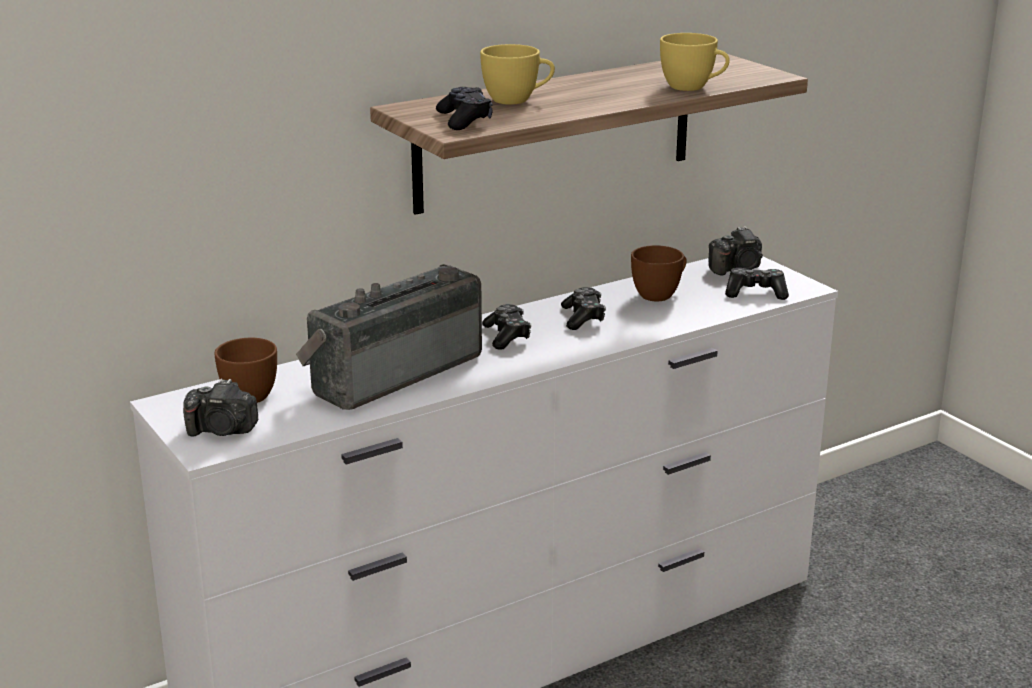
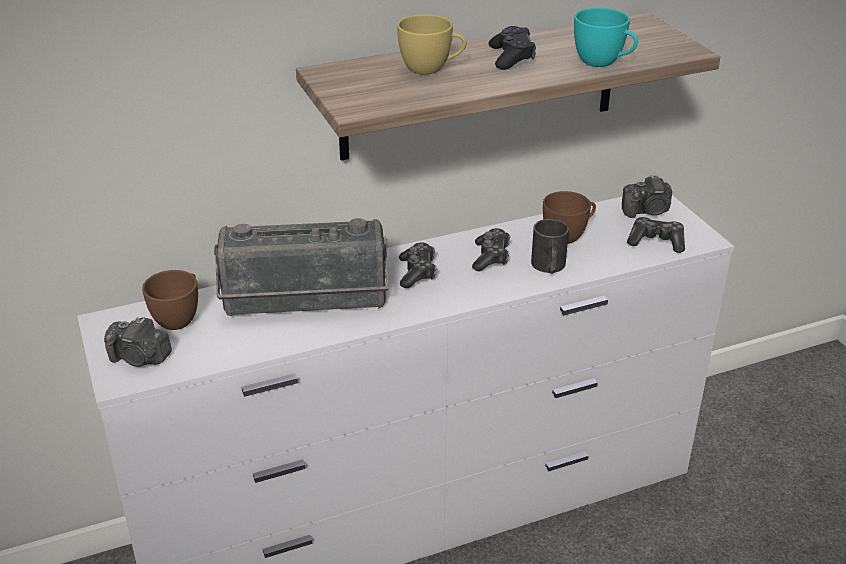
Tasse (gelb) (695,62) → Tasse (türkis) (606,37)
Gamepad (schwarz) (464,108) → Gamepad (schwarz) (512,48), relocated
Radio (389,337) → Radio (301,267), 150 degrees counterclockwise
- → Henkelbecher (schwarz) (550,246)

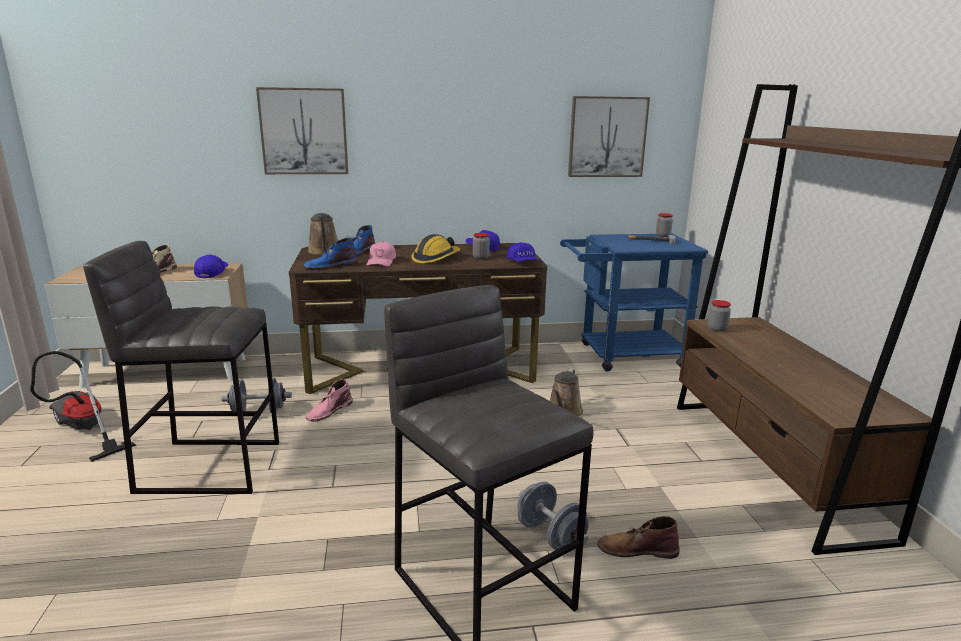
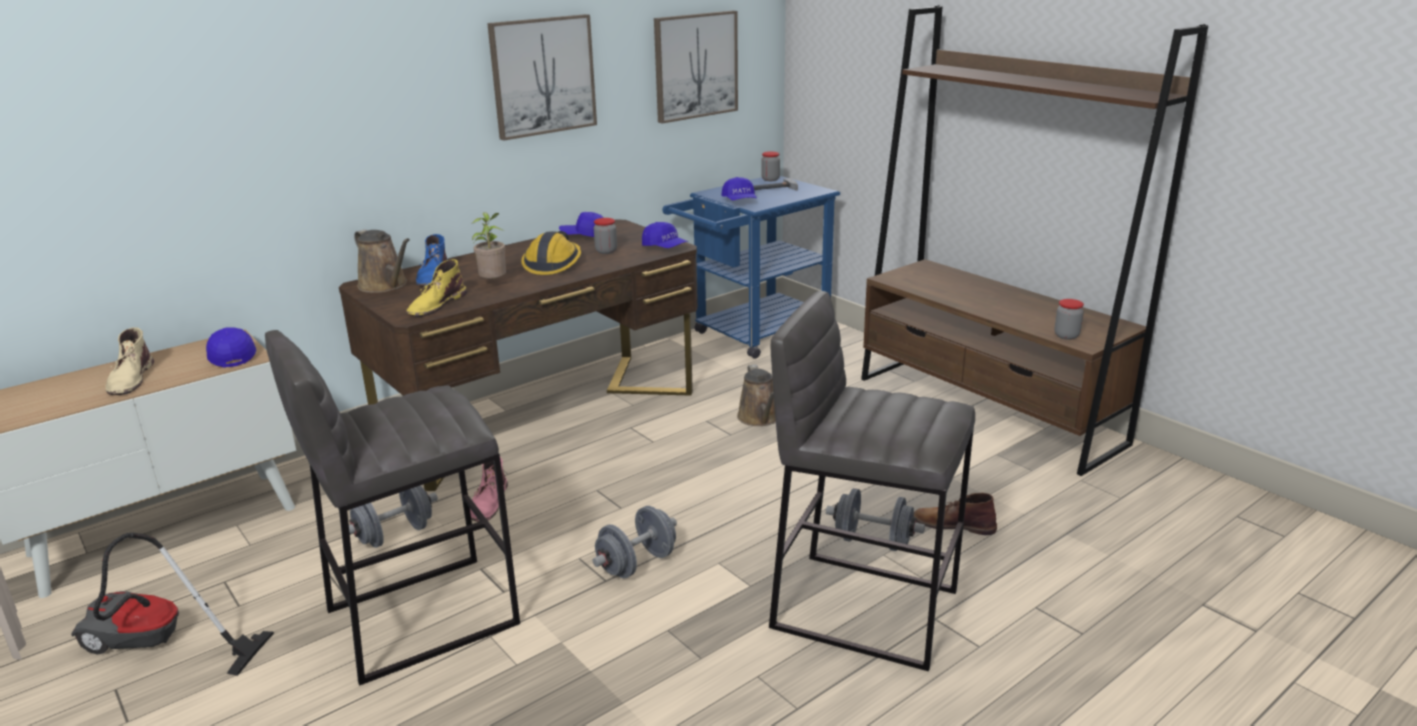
Bild (302,130) → Bild (542,77), relocated
Stiefel (blau) (331,254) → Stiefel (gelb) (436,288)
Kappe (rosa) (381,253) → Topfpflanze (488,245)
Vorratsglas (719,316) → Vorratsglas (1069,319), relocated
Stiefel (braun) (638,537) → Stiefel (braun) (955,514), 45 degrees clockwise
- → Kappe (blau) (739,188)
- → Hantel (grau) (634,542)

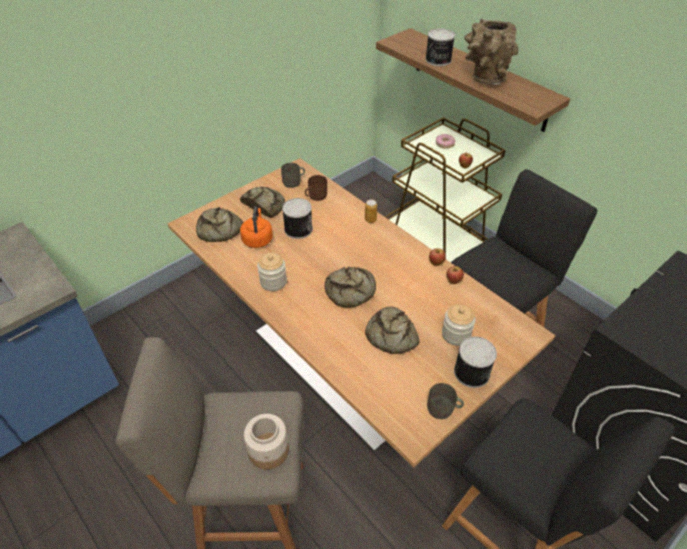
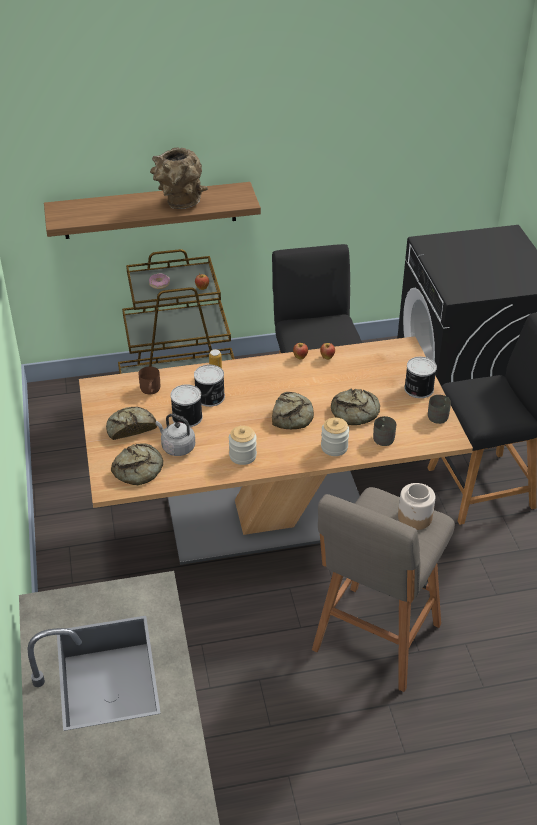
Dose (440,47) → Dose (209,386), relocated
Henkelbecher (grau) (293,175) → Henkelbecher (grau) (384,431), relocated
Wasserkessel (orange) (256,227) → Wasserkessel (grau) (175,435)
Vorratsglas (459,325) → Vorratsglas (335,436), relocated

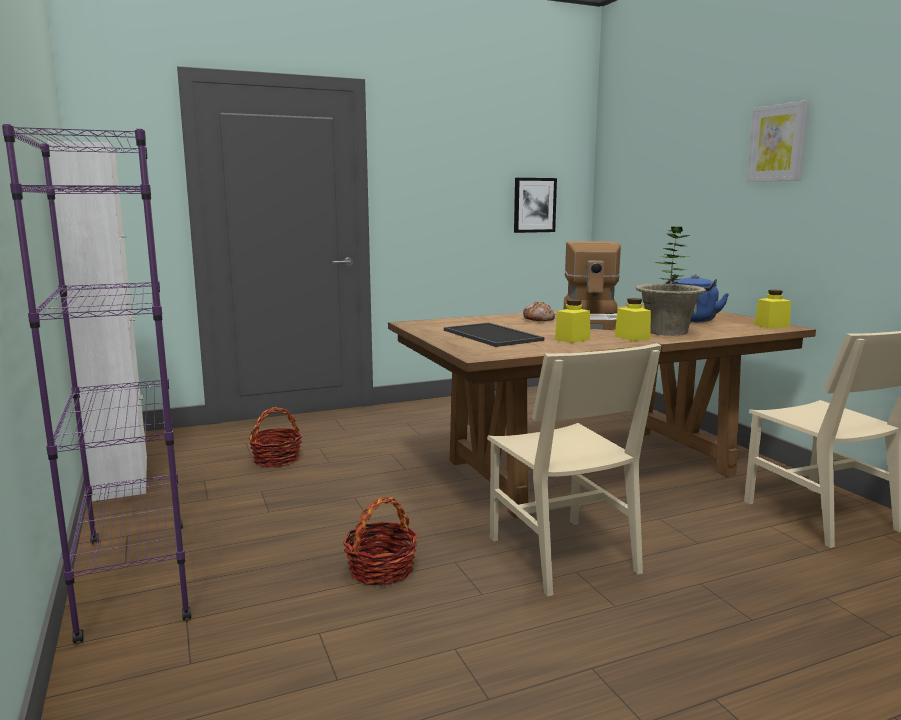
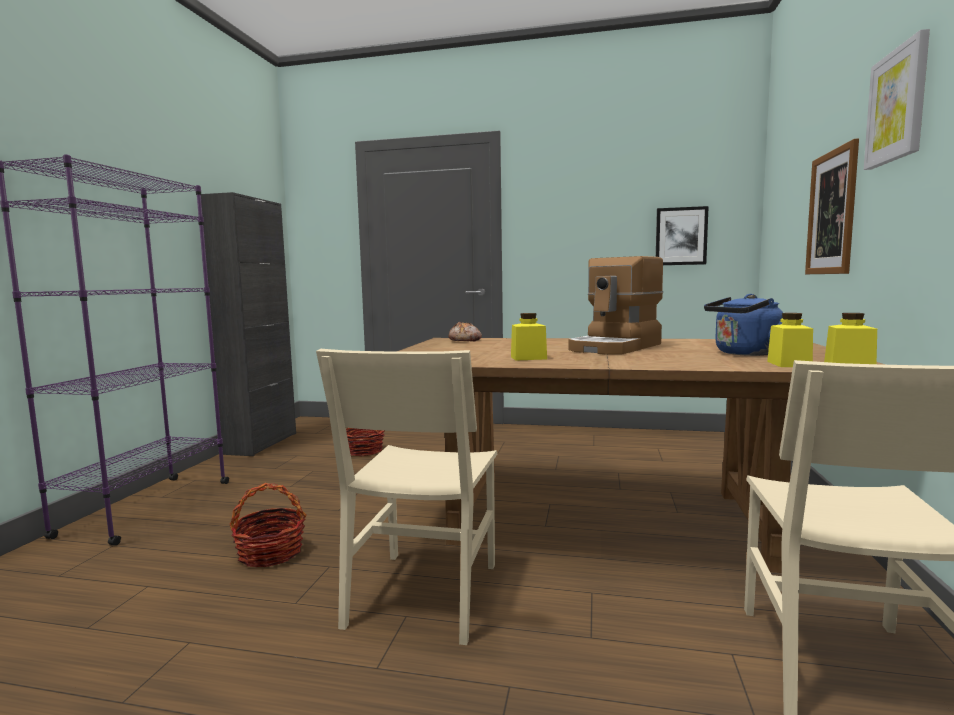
Schrank (weiß) (97,321) → Schrank (schwarz) (248,324)
Topfpflanze (671,281) → -
Vorratsglas (gelb) (633,319) → Vorratsglas (gelb) (790,340), relocated
Brot (539,311) → Brot (465,331), relocated
Tablett (494,335) → -
- → Bild (832,206)

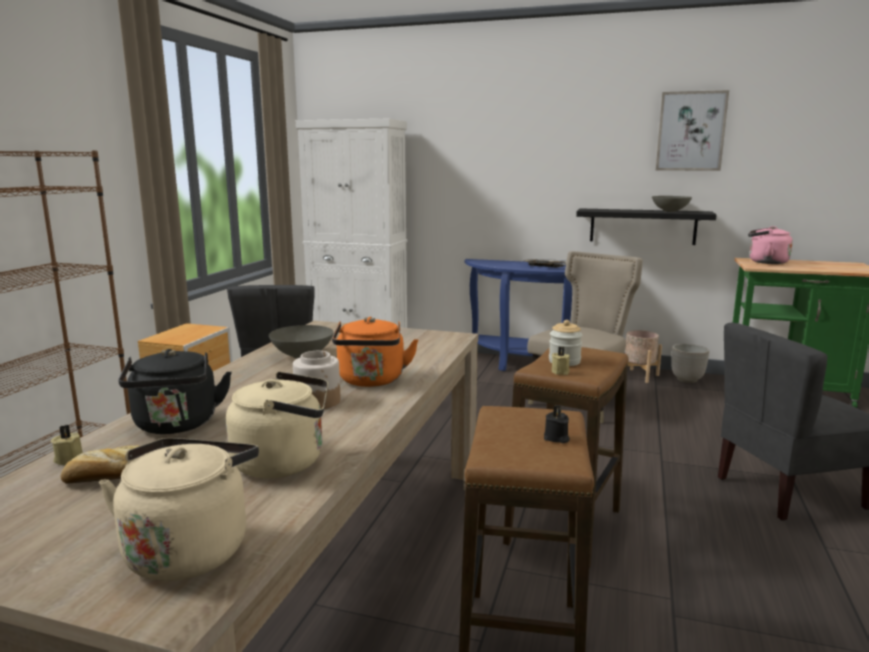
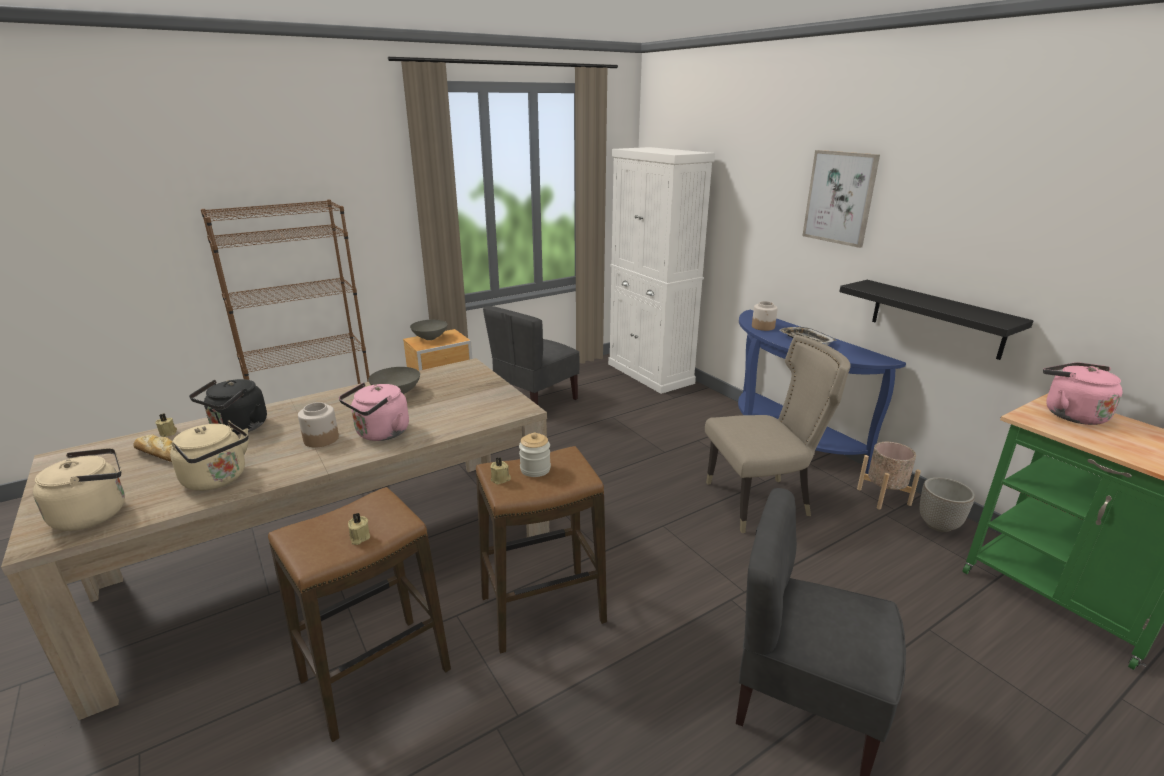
Bild (692,130) → Bild (841,199), relocated
Schüssel (grau) (672,204) → Schüssel (grau) (429,330), relocated
Wasserkessel (orange) (375,352) → Wasserkessel (rosa) (374,412)
Kerze (schwarz) (557,424) → Kerze (beige) (359,529)
- → Vorratsglas (765,316)

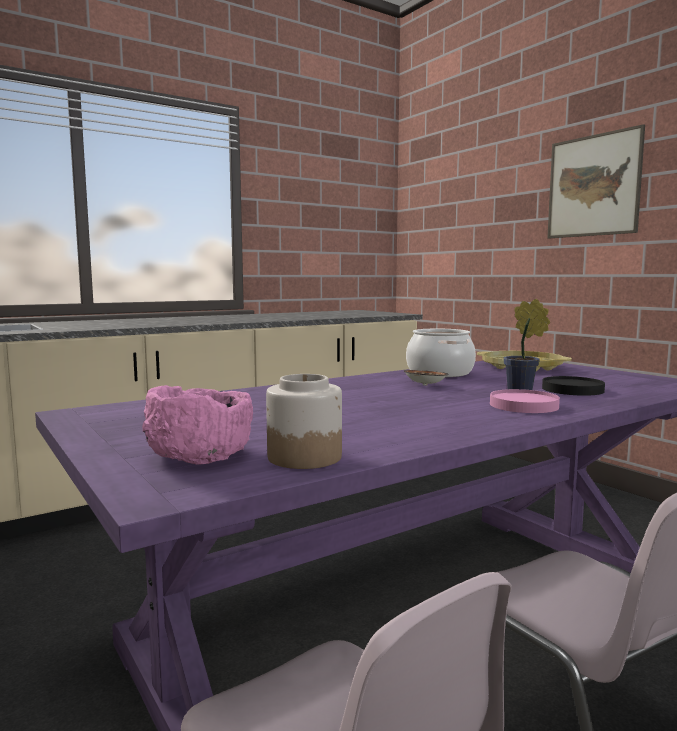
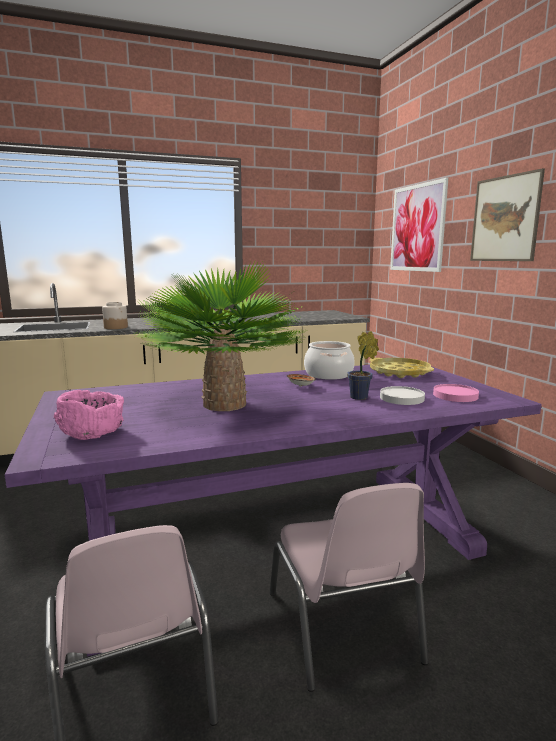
Vorratsglas (304,421) → Vorratsglas (115,315), relocated
Teller (schwarz) (573,386) → Teller (weiß) (402,395)
Teller (rosa) (525,401) → Teller (rosa) (456,393), relocated
- → Bild (419,225)
- → Topfpflanze (219,336)

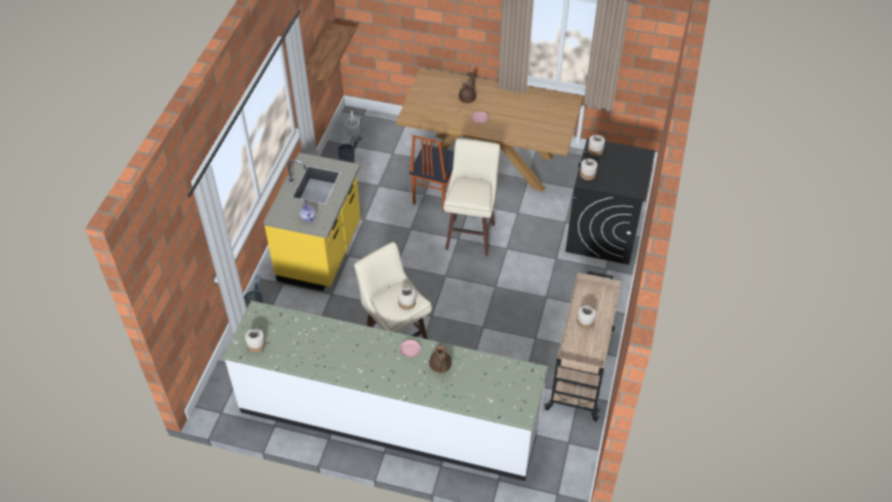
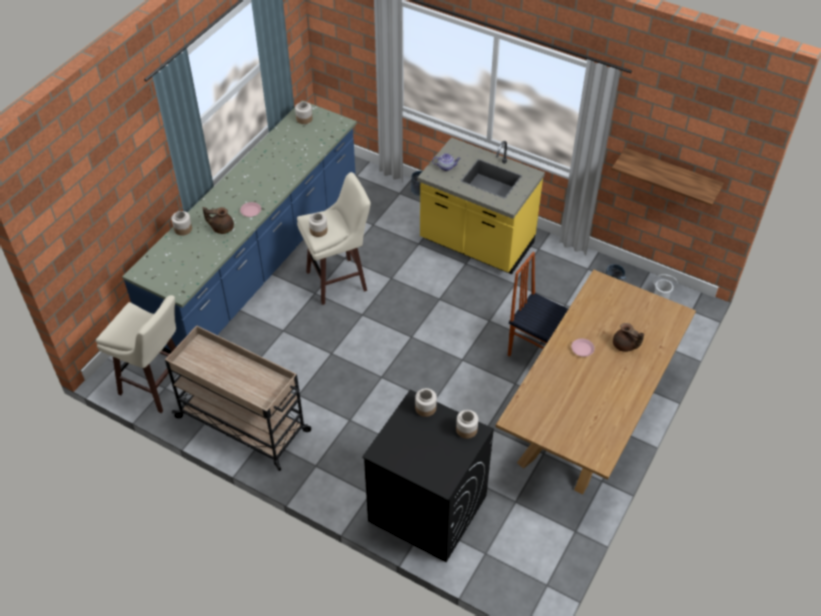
Hocker (beige) (471,197) → Hocker (beige) (136,354), relocated
Küchenzeile (weiß) (385,391) → Küchenzeile (blau) (239,227)
Vorratsglas (586,317) → Vorratsglas (181,223), relocated

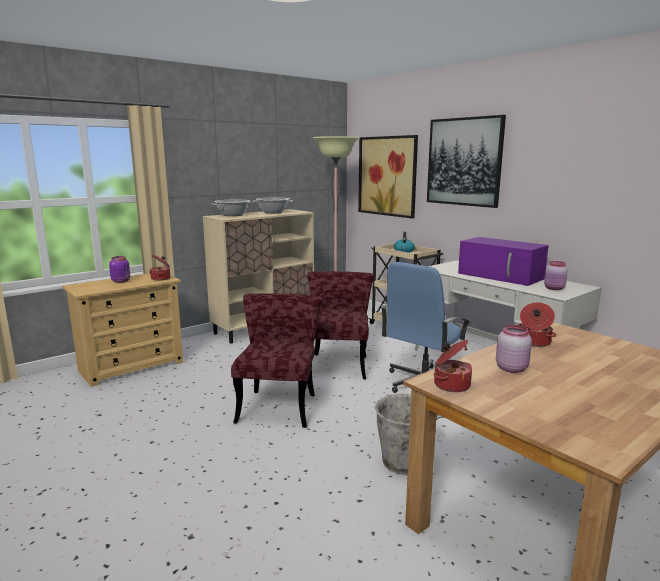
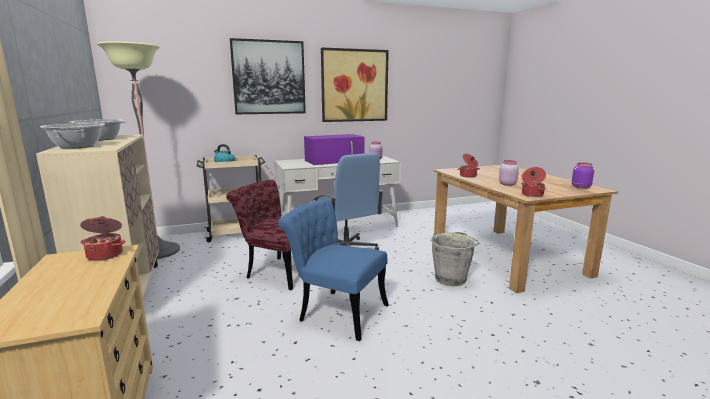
Bild (388,176) → Bild (355,85), relocated
Vorratsglas (lila) (119,269) → Vorratsglas (lila) (583,175), relocated
Stuhl (rot) (277,360) → Stuhl (blau) (333,269)

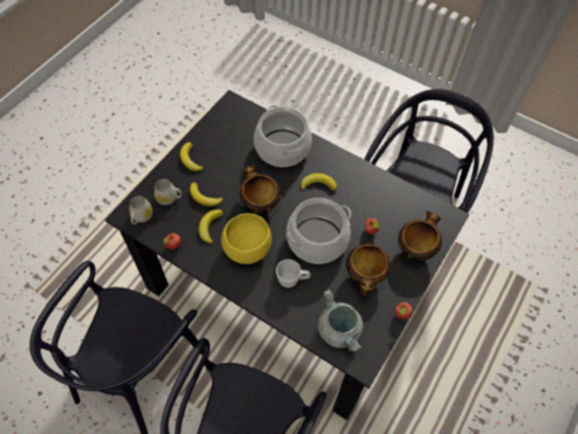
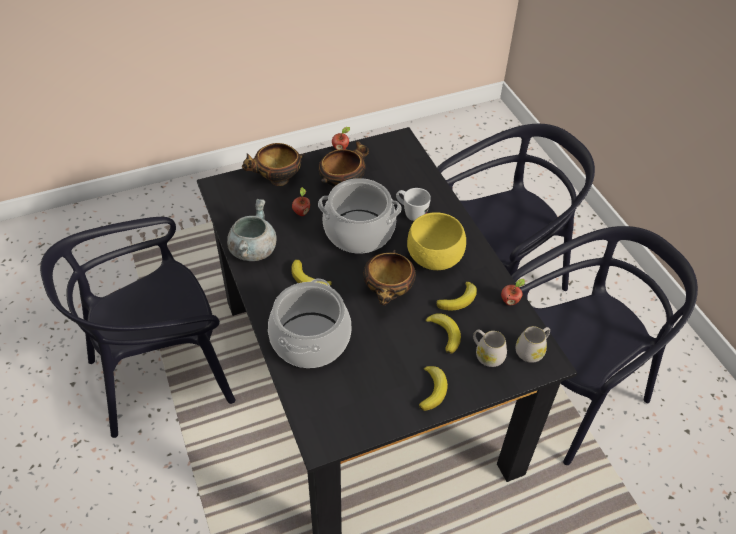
Kochtopf (grau) (340,321) → Kochtopf (grau) (252,230), relocated

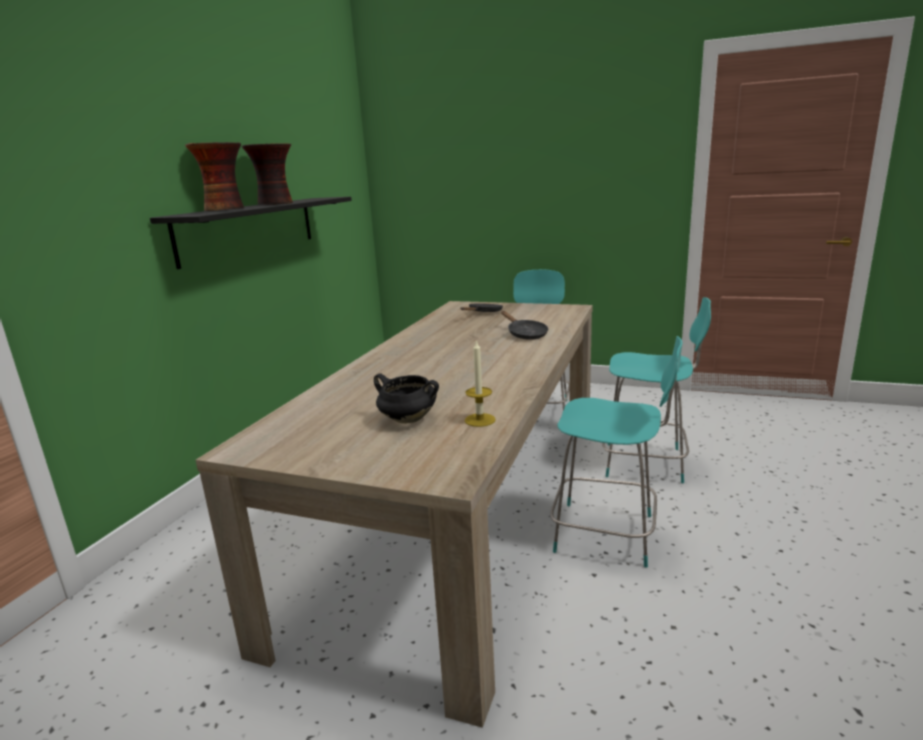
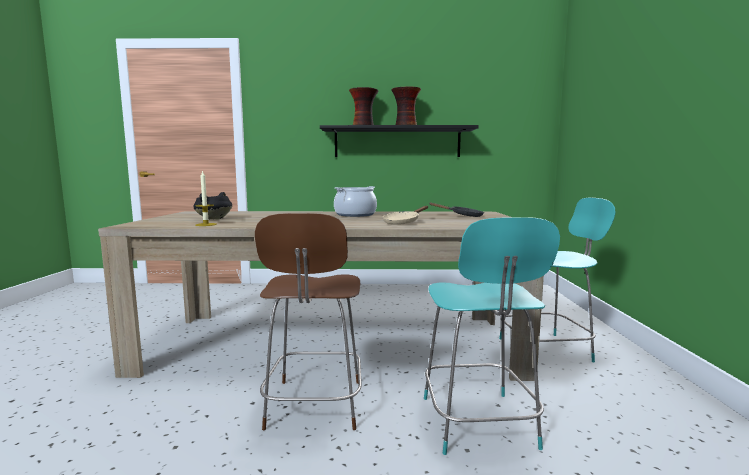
Pfanne (schwarz) (524,325) → Pfanne (beige) (405,215)
Stuhl (türkis) (616,451) → Stuhl (braun) (308,321)
- → Kochtopf (355,201)

